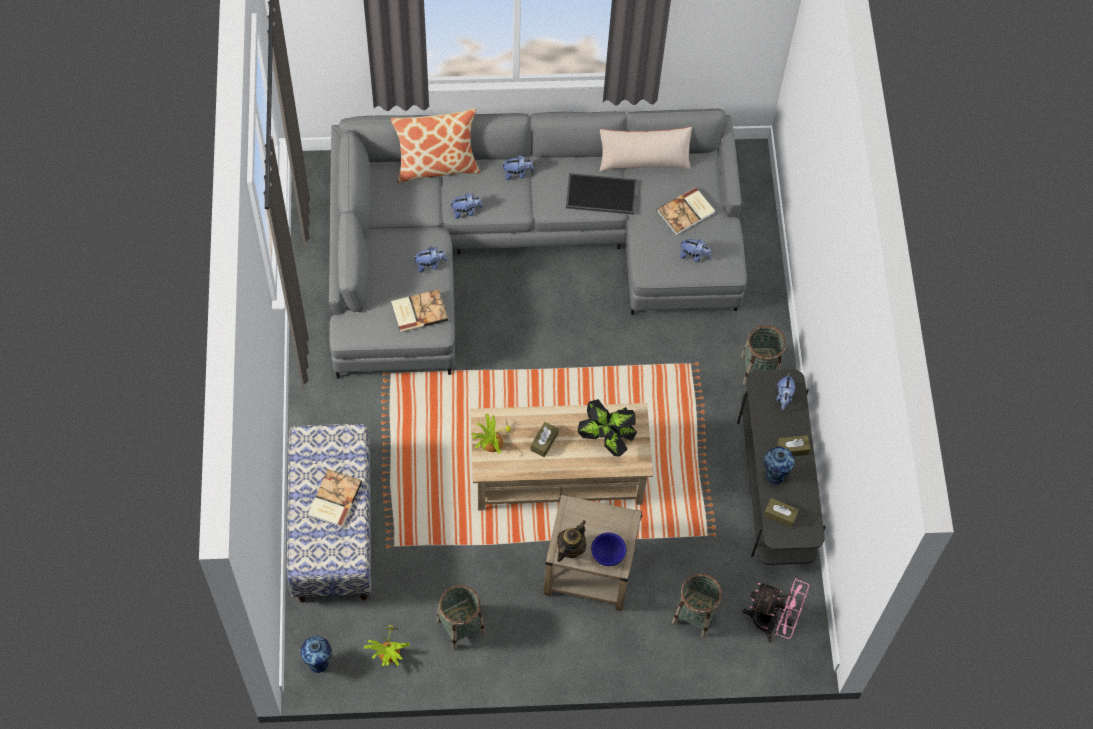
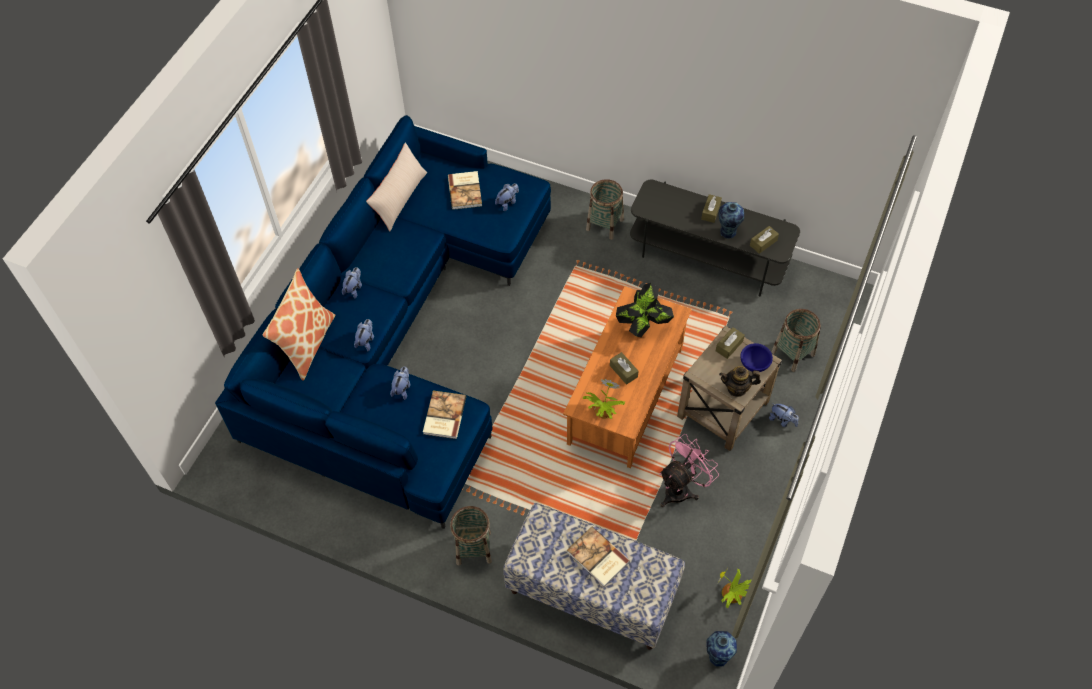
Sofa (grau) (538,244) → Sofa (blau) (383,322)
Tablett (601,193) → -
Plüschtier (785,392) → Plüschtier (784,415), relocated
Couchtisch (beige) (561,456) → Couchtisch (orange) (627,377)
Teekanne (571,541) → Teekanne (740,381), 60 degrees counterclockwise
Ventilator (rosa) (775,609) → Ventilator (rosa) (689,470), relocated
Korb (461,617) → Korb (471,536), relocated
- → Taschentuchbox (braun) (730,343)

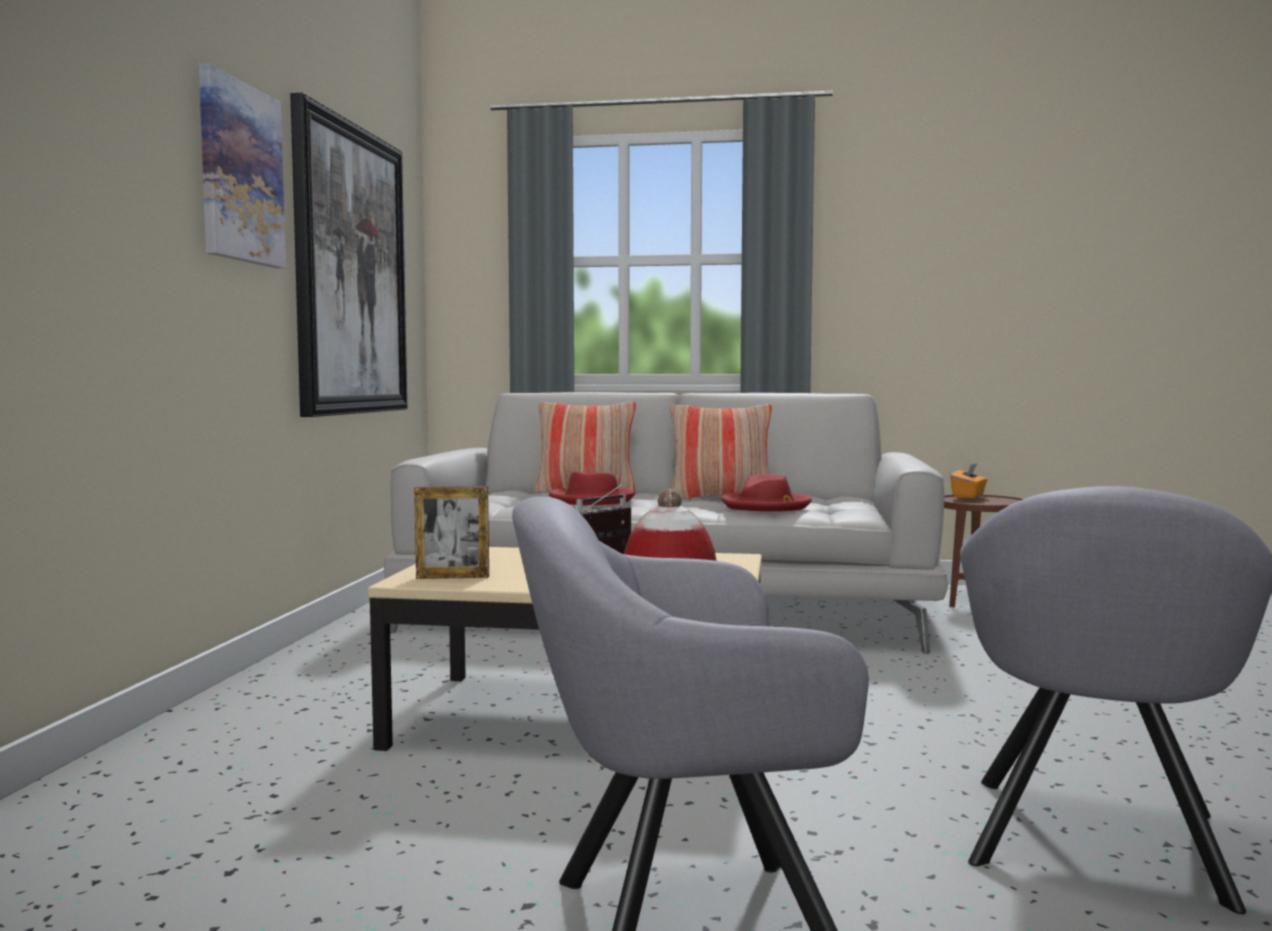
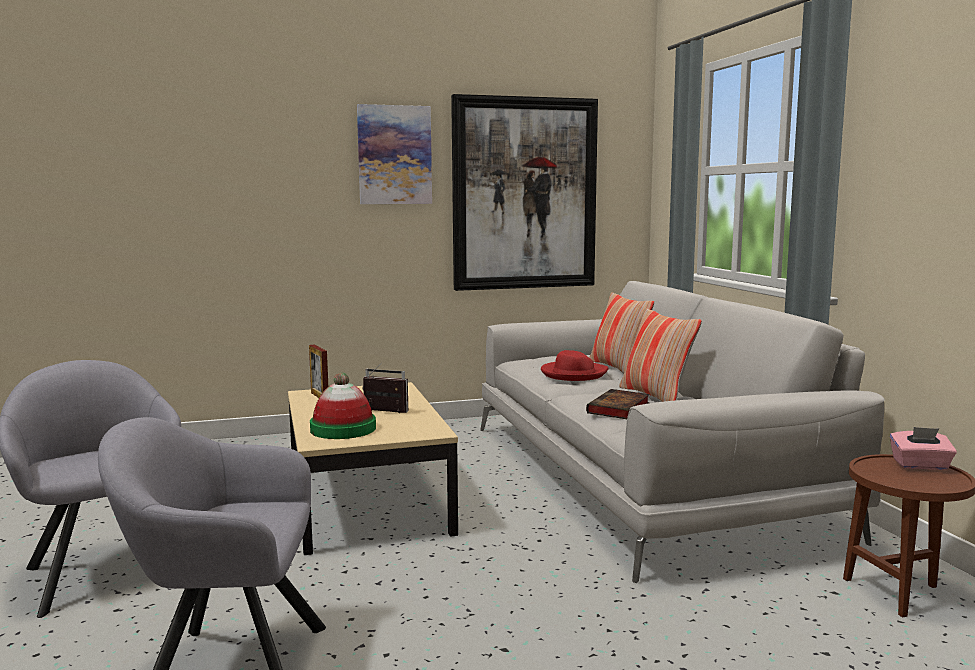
Taschentuchbox (orange) (969,481) → Taschentuchbox (rosa) (923,448)
Hut (rot) (766,493) → Buch (618,404)

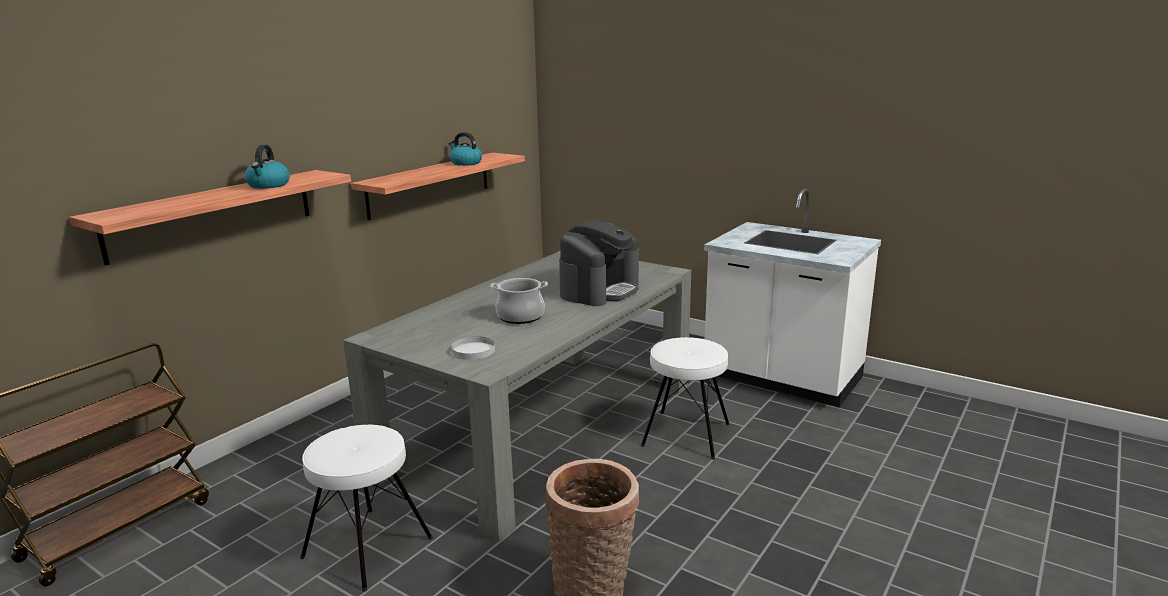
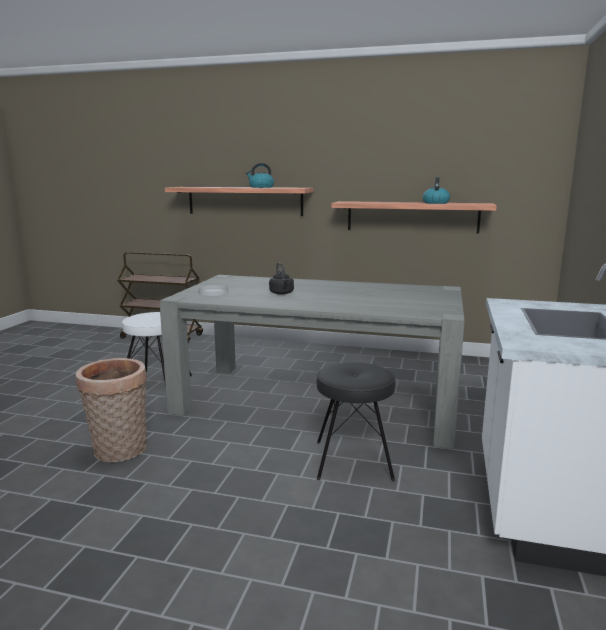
Kaffeemaschine (599,263) → -
Kochtopf (519,301) → Wasserkessel (schwarz) (281,279)
Hocker (weiß) (685,398) → Hocker (schwarz) (356,422)

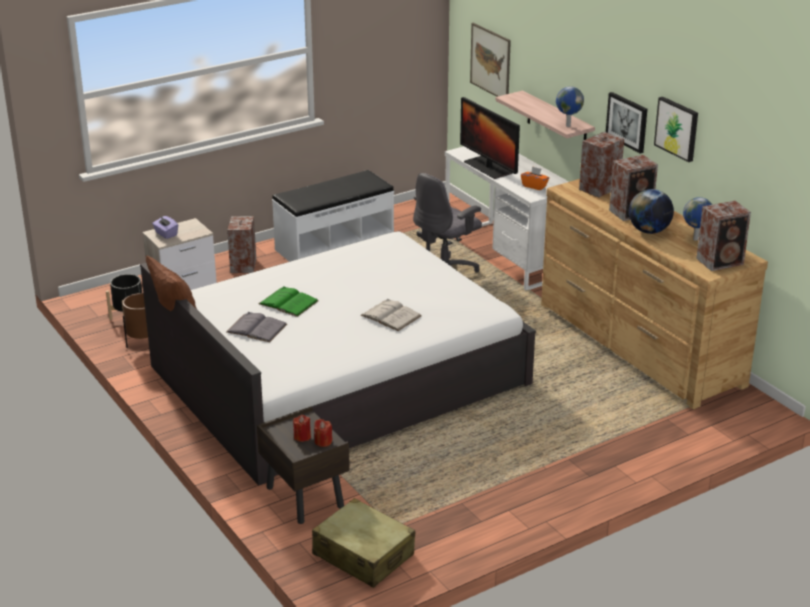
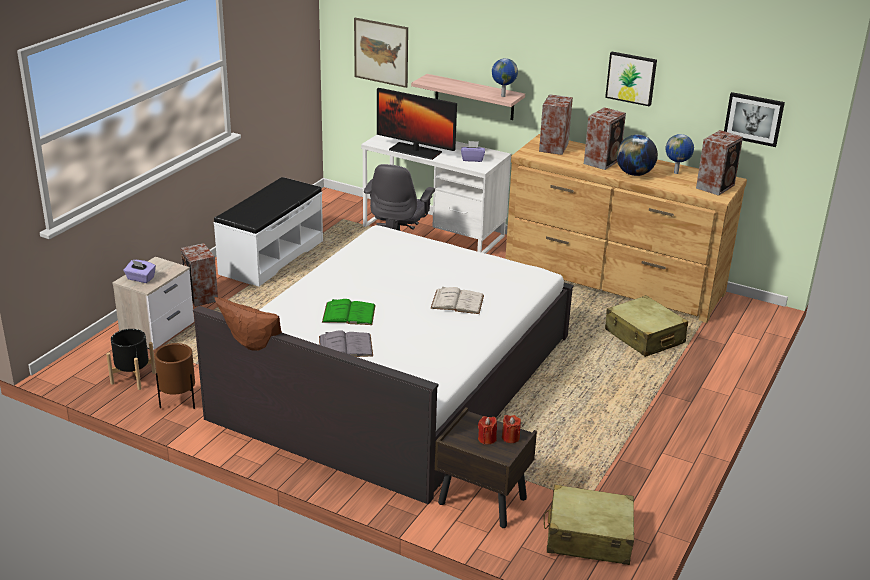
Bild (626,123) → Bild (754,119), relocated
Taschentuchbox (orange) (535,178) → Taschentuchbox (lila) (473,151)
- → Koffer (beige) (646,326)

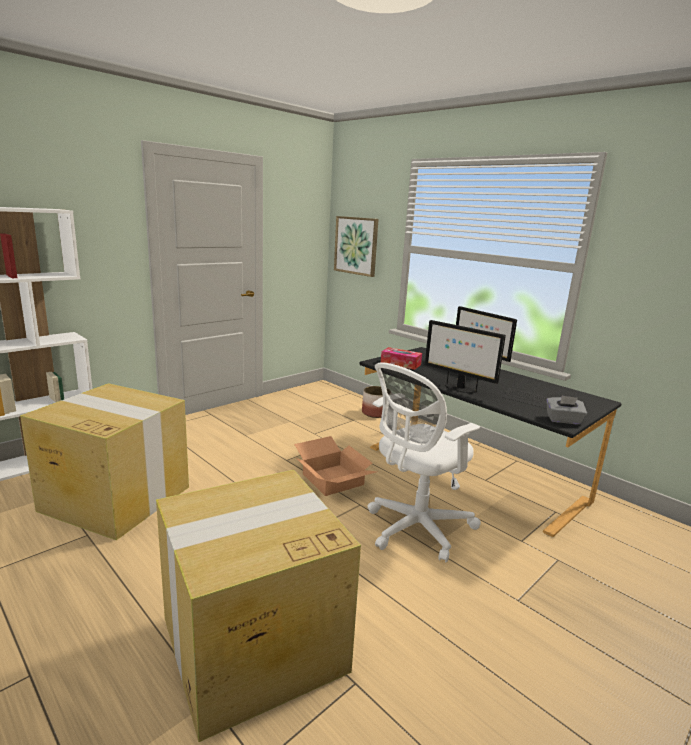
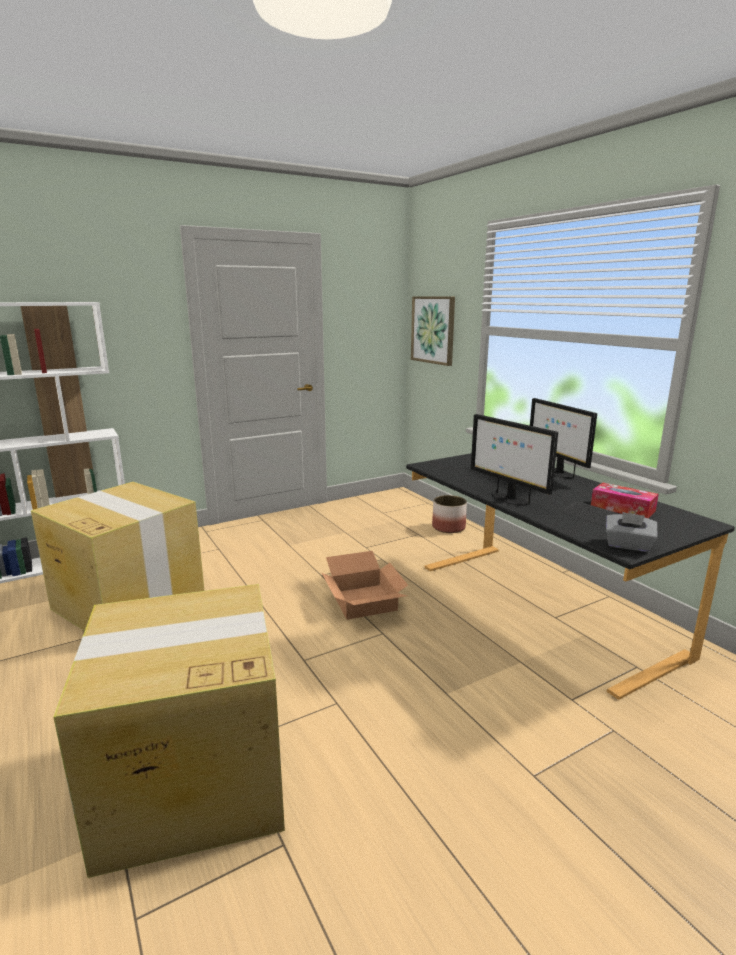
Taschentuchbox (401,358) → Taschentuchbox (625,500), relocated
Bürostuhl (weiß) (424,462) → -

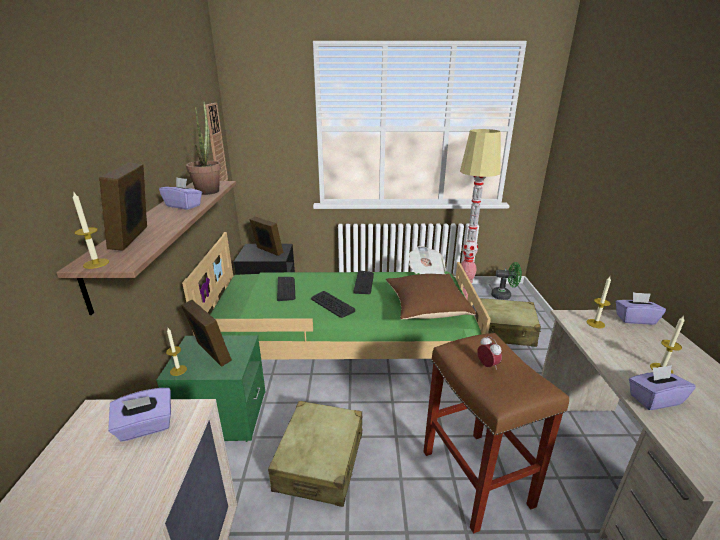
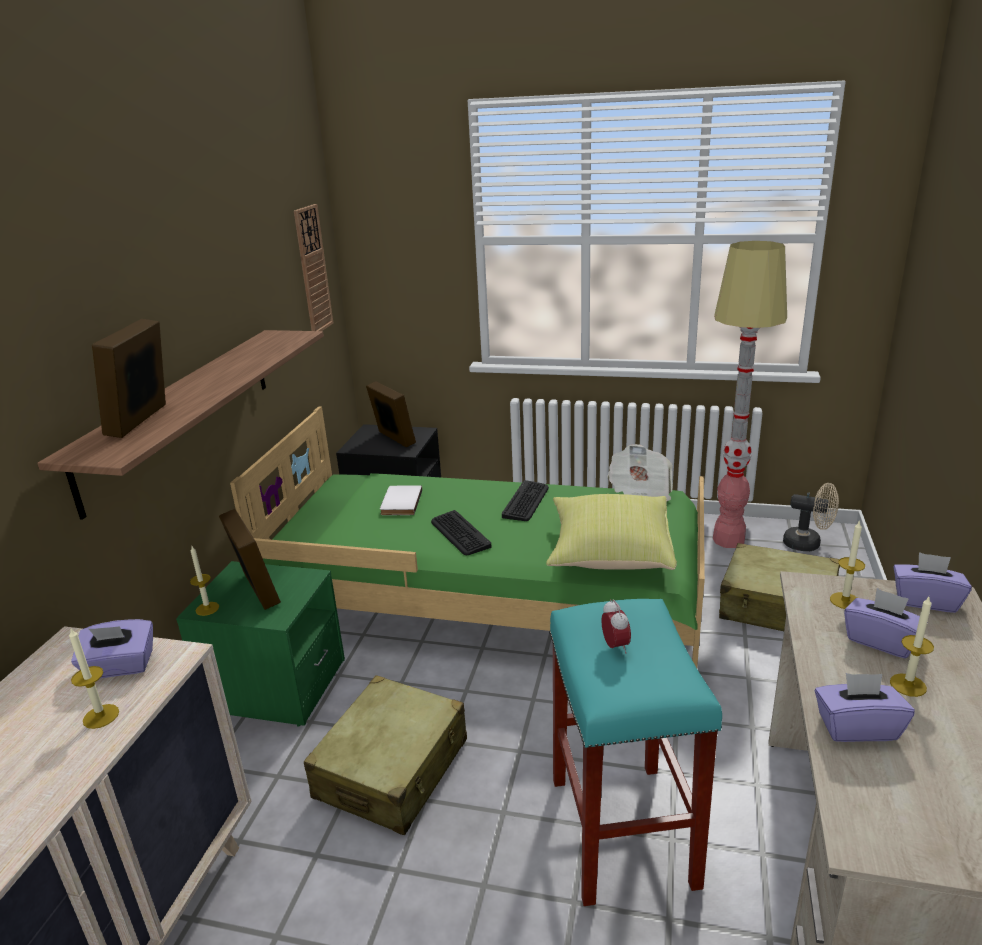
Topfpflanze (203,148) → -
Taschentuchbox (lila) (180,193) → Taschentuchbox (lila) (886,623), relocated
Kerze (90,230) → Kerze (94,678), relocated
Ventilator (grün) (506,281) → Ventilator (beige) (811,517)
Kissen (braun) (431,296) → Kissen (gelb) (611,532)
Tastatur (286,289) → Buch (weiß) (401,500)
Hocker (braun) (496,433) → Hocker (türkis) (635,752)

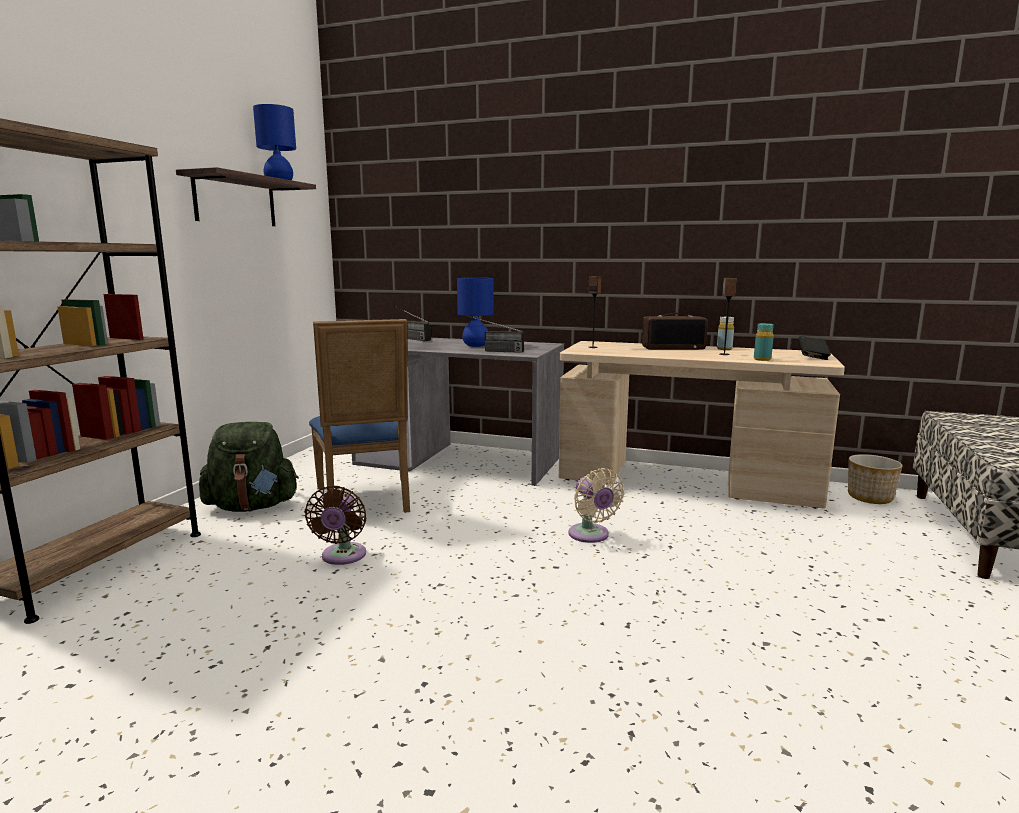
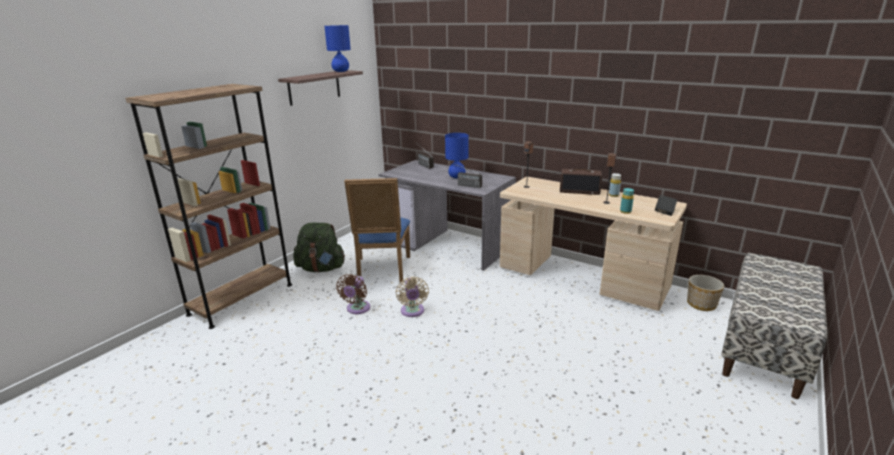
Ventilator (beige) (596,505) → Ventilator (beige) (412,297), relocated

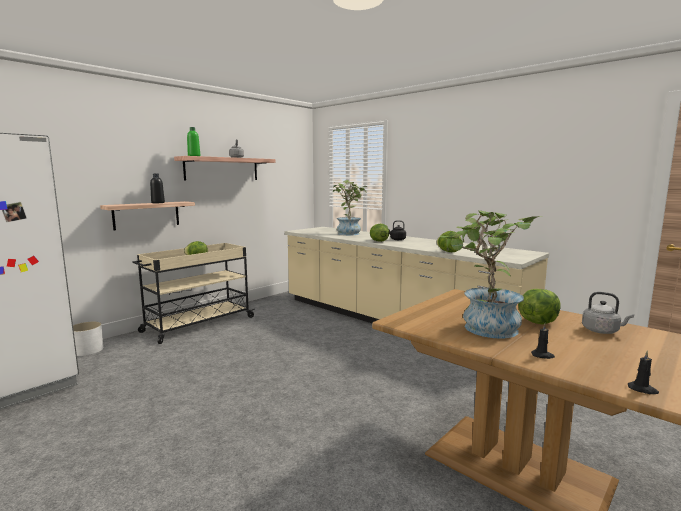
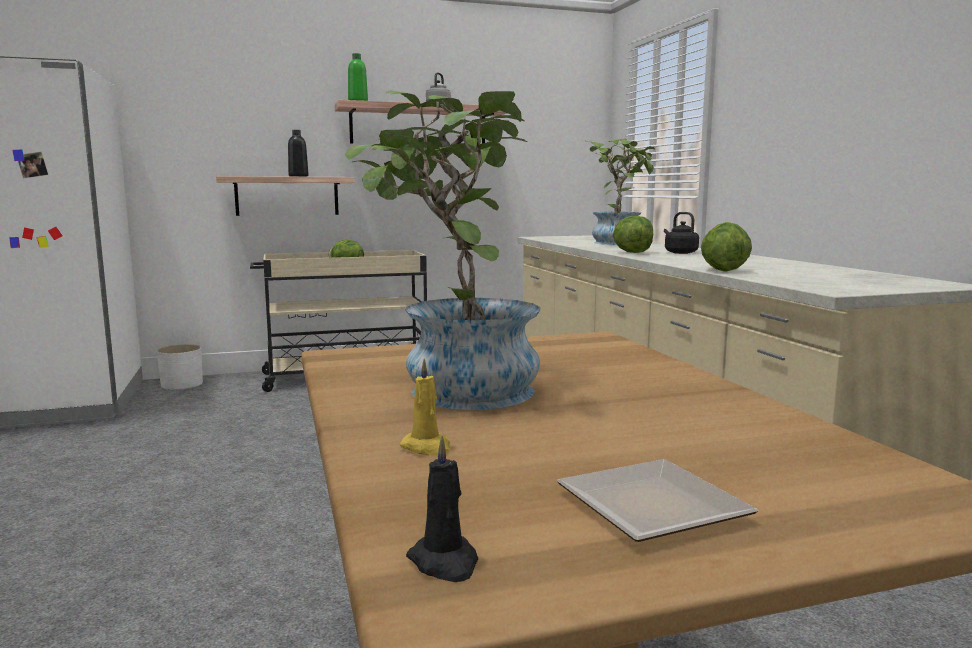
Salatkopf (539,307) → -
Wasserkessel (grau) (608,313) → -
Kerze (schwarz) (543,341) → Kerze (gelb) (425,407)
- → Teller (657,500)

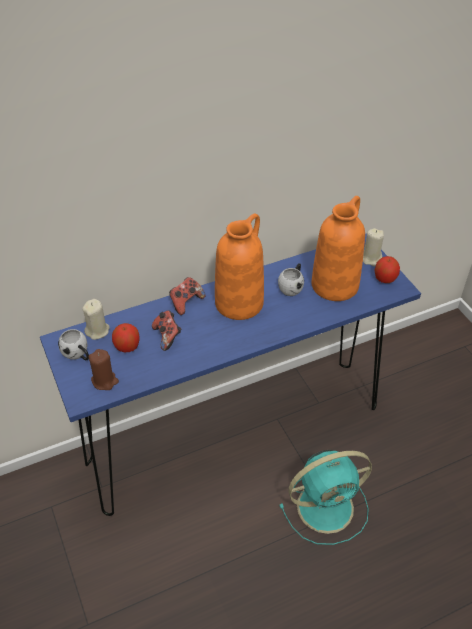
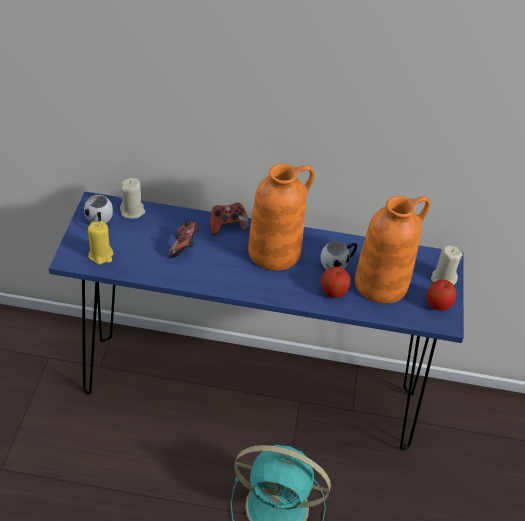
Apfel (126,337) → Apfel (335,282), relocated
Kerze (braun) (103,369) → Kerze (gelb) (100,242)

